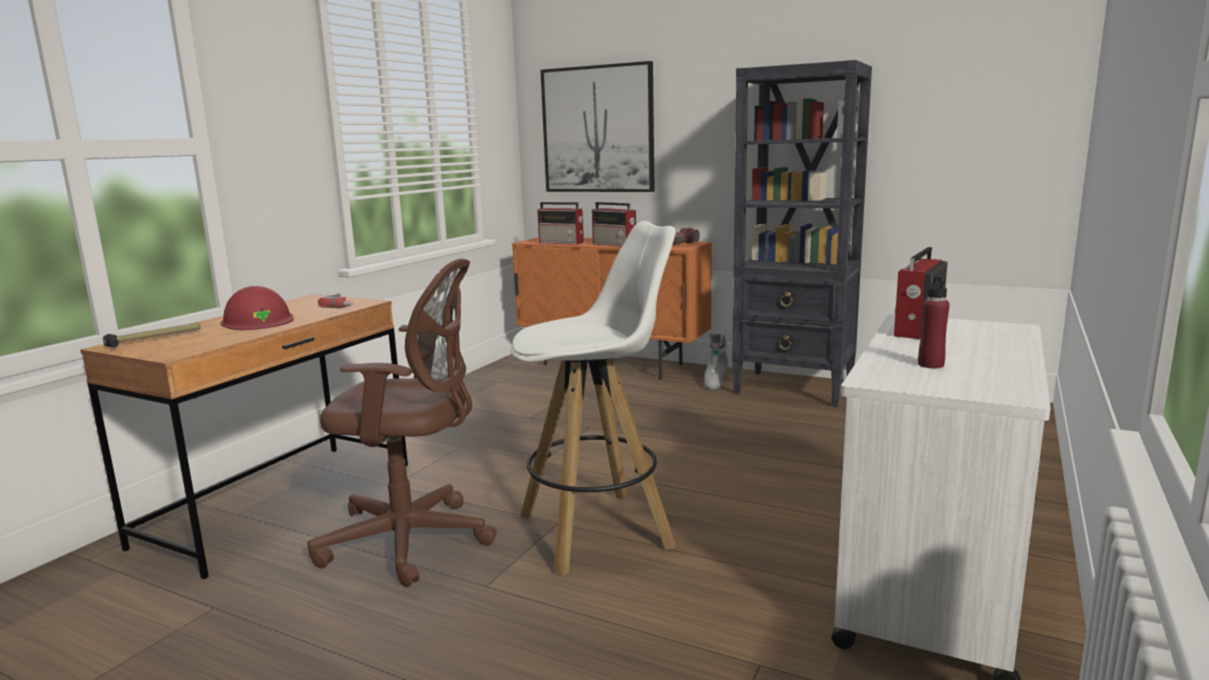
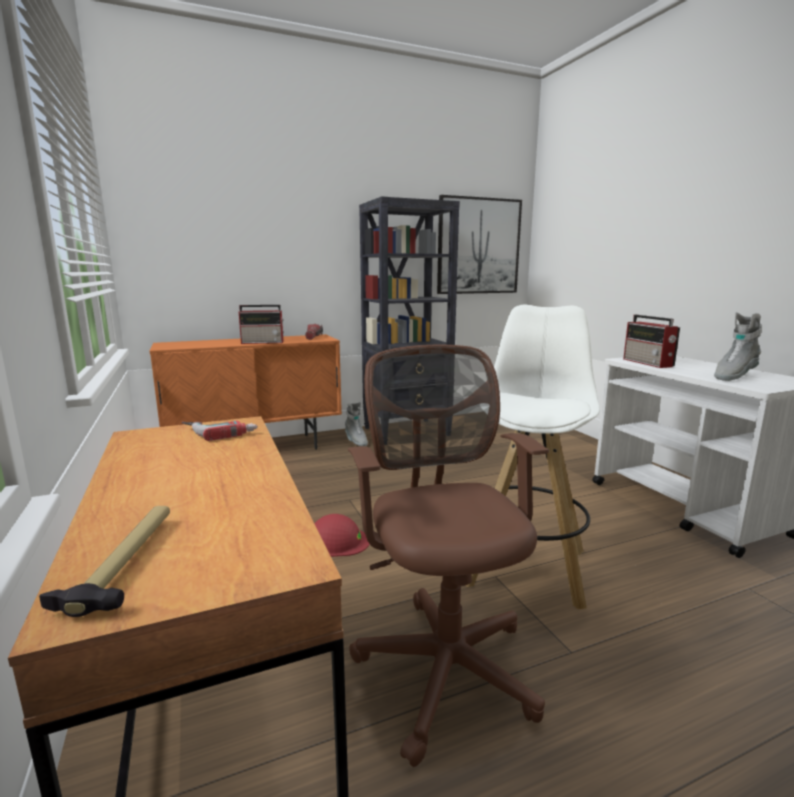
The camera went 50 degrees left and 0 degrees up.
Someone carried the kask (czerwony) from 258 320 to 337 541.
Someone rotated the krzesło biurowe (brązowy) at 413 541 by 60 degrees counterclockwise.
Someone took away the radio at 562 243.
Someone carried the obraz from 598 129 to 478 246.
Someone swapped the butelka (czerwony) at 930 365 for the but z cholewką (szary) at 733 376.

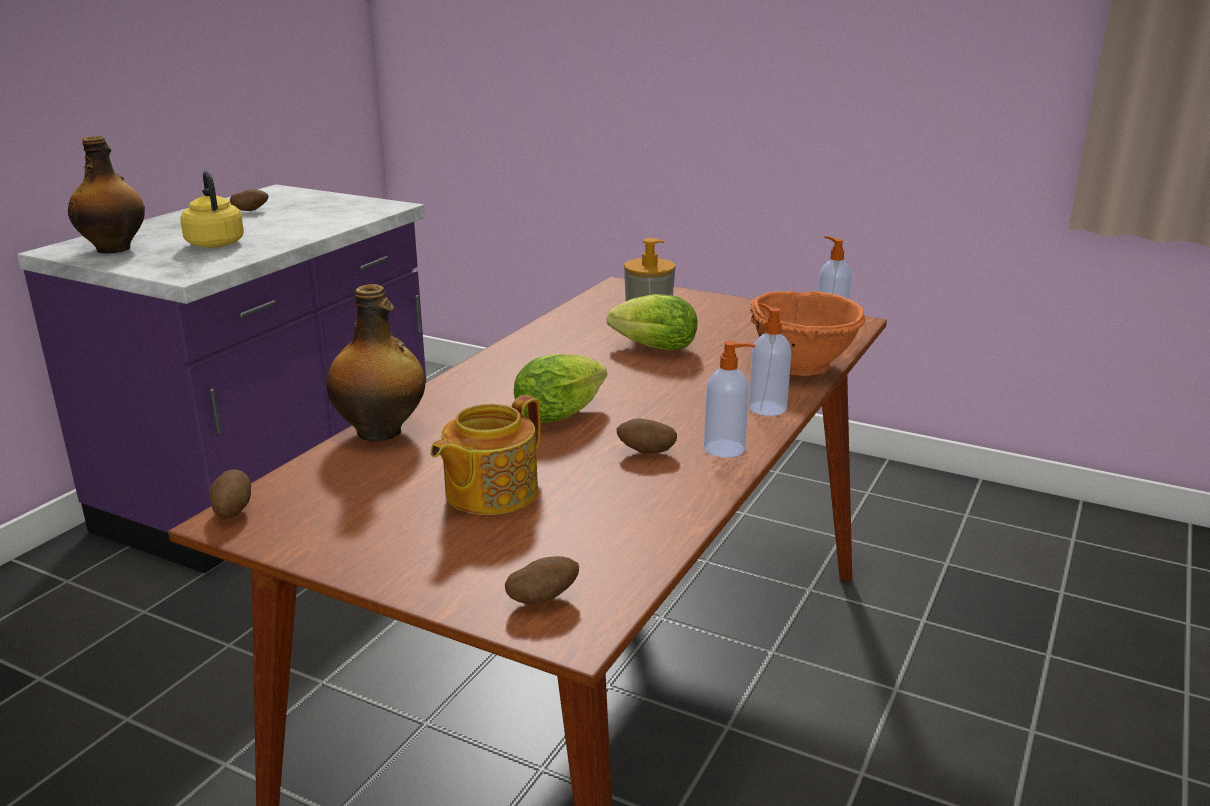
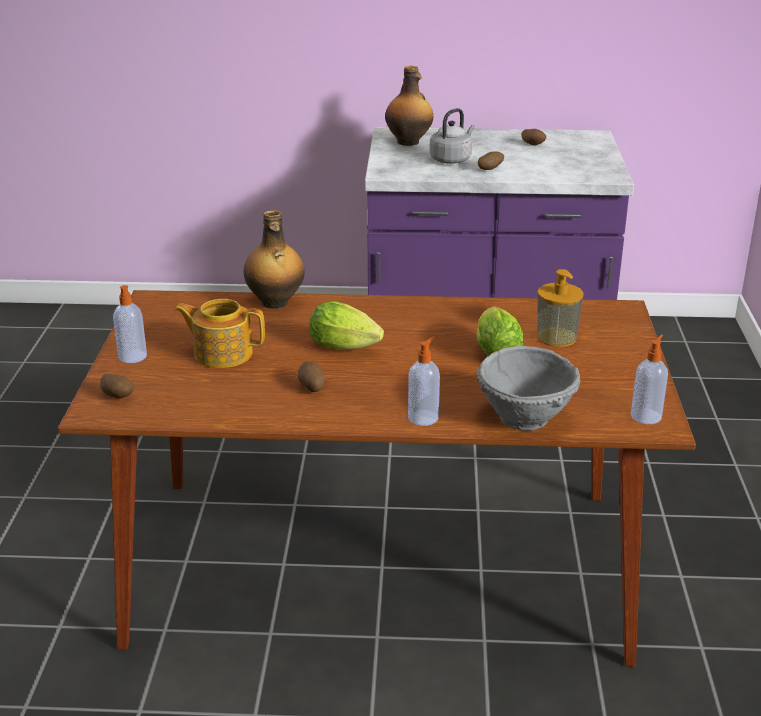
The camera went 65 degrees right and 5 degrees up.
Someone repainted the czajnik (żółty) at 215 243, which became the czajnik (szary) at 452 159.
Someone carried the ziemniak from 232 511 to 490 169.
Someone carried the dozownik mydła from 726 449 to 132 357.
Someone repainted the miska (pomarańczowy) at 803 365, which became the miska (szary) at 526 419.

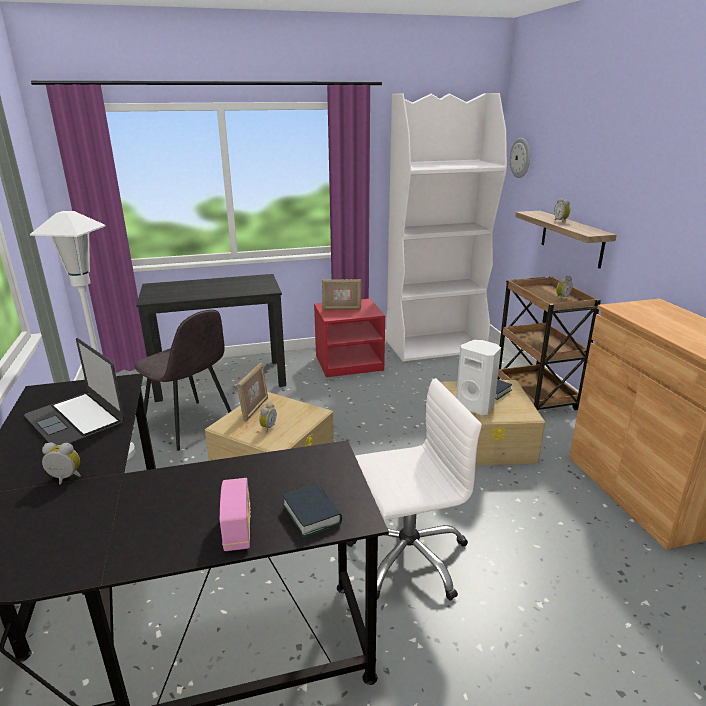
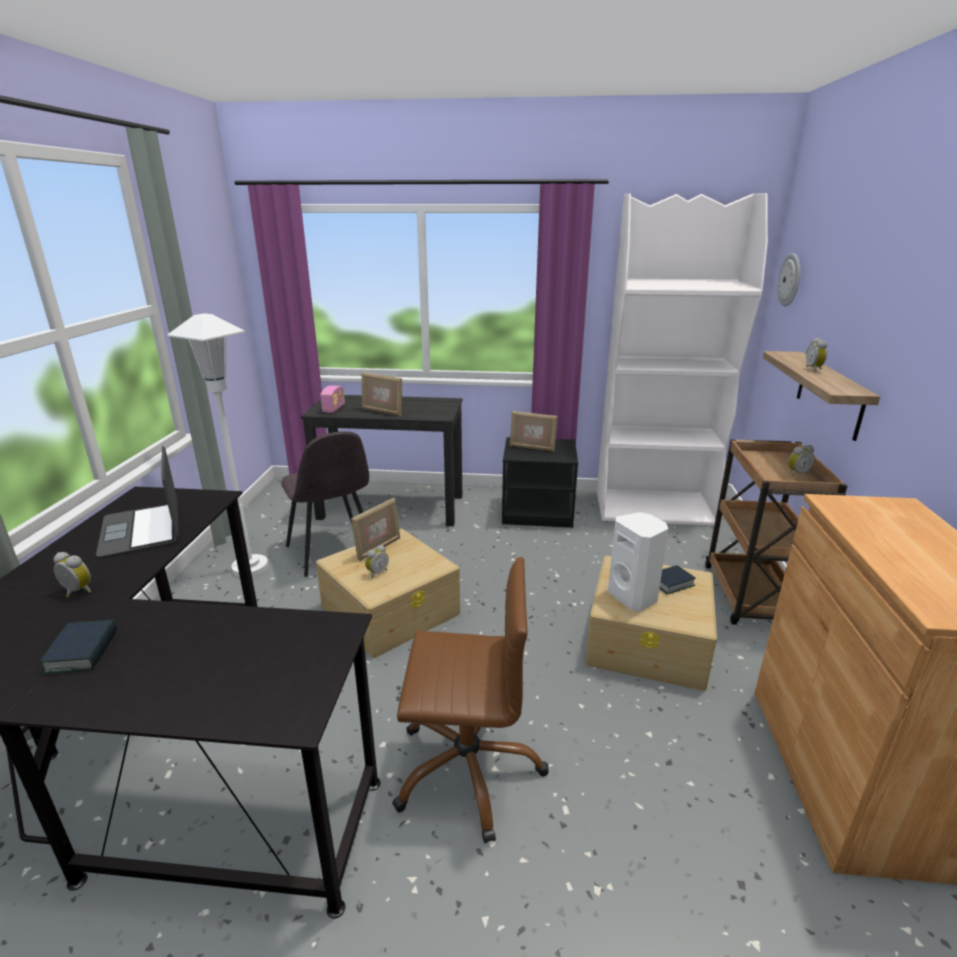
The camera went 20 degrees right and 0 degrees up.
Someone carried the radio from 238 530 to 334 409.
Someone carried the książka from 311 514 to 83 652.
Someone repainted the szafka nocna (czerwony) at 349 363, which became the szafka nocna (czarny) at 538 512.
Someone repainted the krzesło biurowe (biały) at 408 557, which became the krzesło biurowe (brązowy) at 468 768.
Someone put down the ramka na zdjęcie at 382 412.

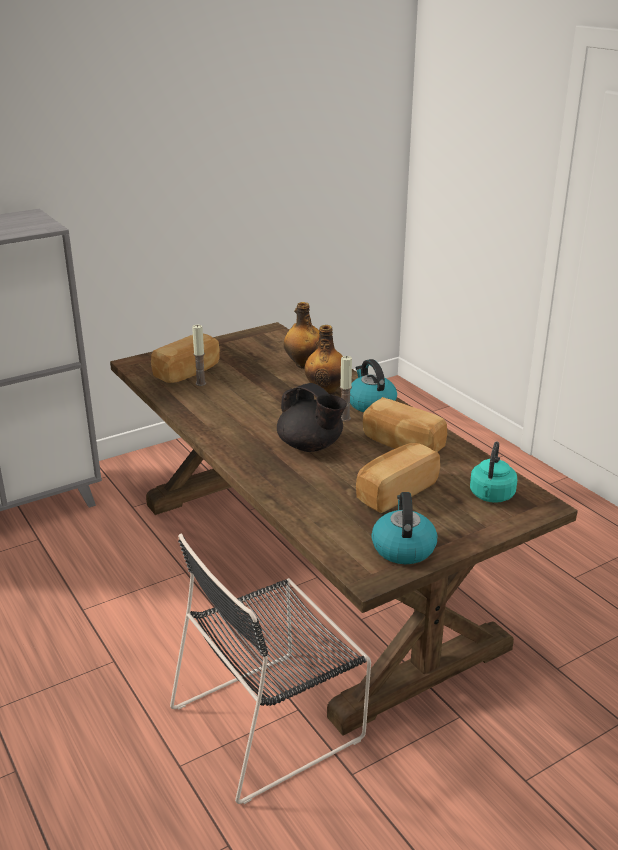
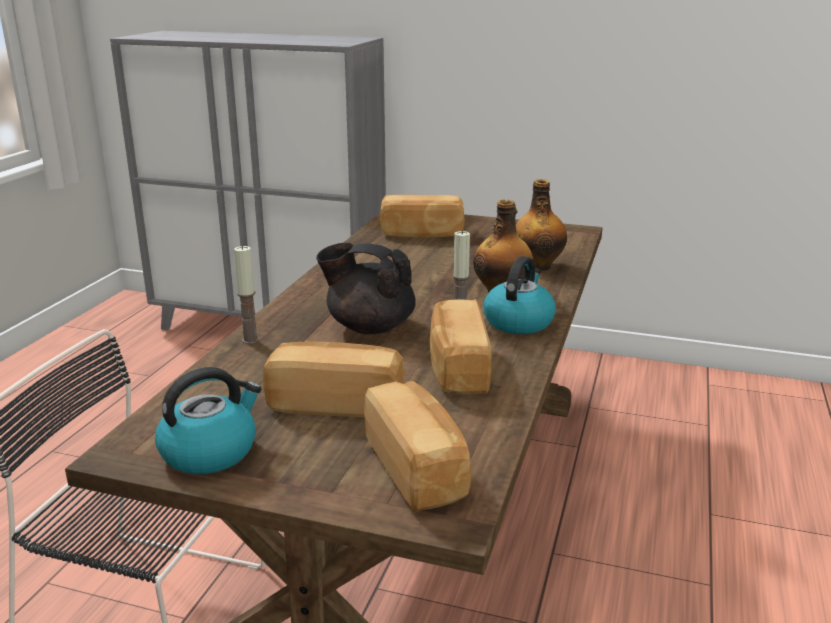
The camera went 50 degrees right and 5 degrees down.
Someone carried the świeca from 201 383 to 250 340.
Someone rotated the imbryk (czarny) at 311 446 by 105 degrees clockwise.
Someone swapped the czajnik (turkusowy) at 491 496 for the chleb at 417 469.

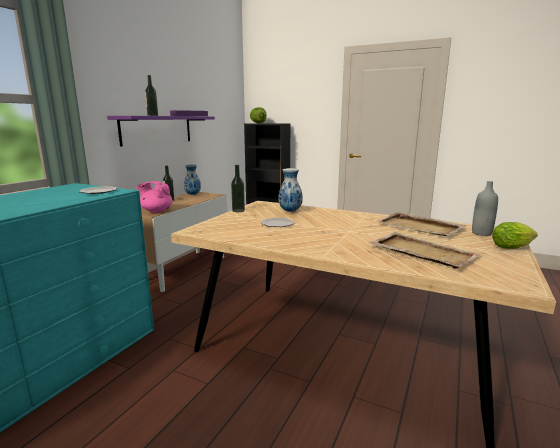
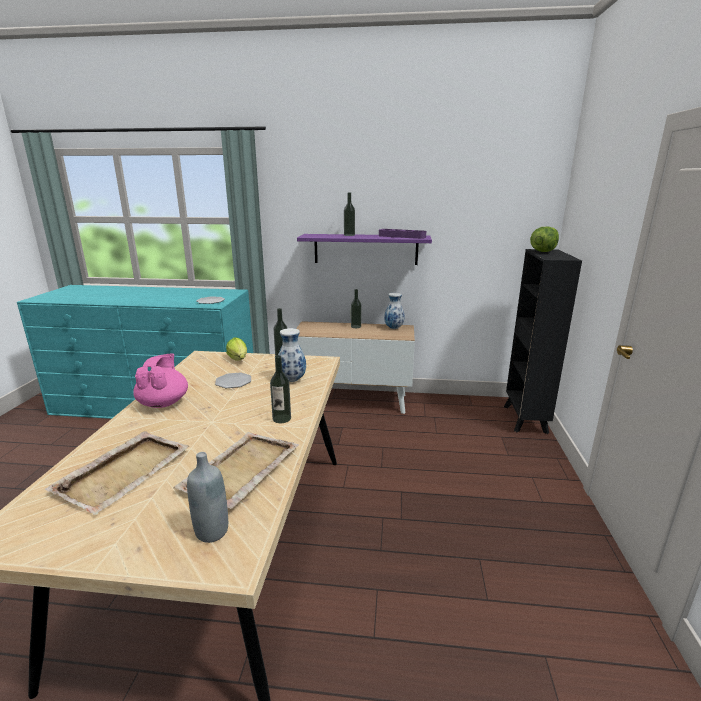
The camera went 70 degrees right and 5 degrees up.
Someone carried the imbryk (różowy) from 156 211 to 164 403.
Someone carried the sałata from 513 247 to 239 360.
Someone put down the butelka at 281 418.

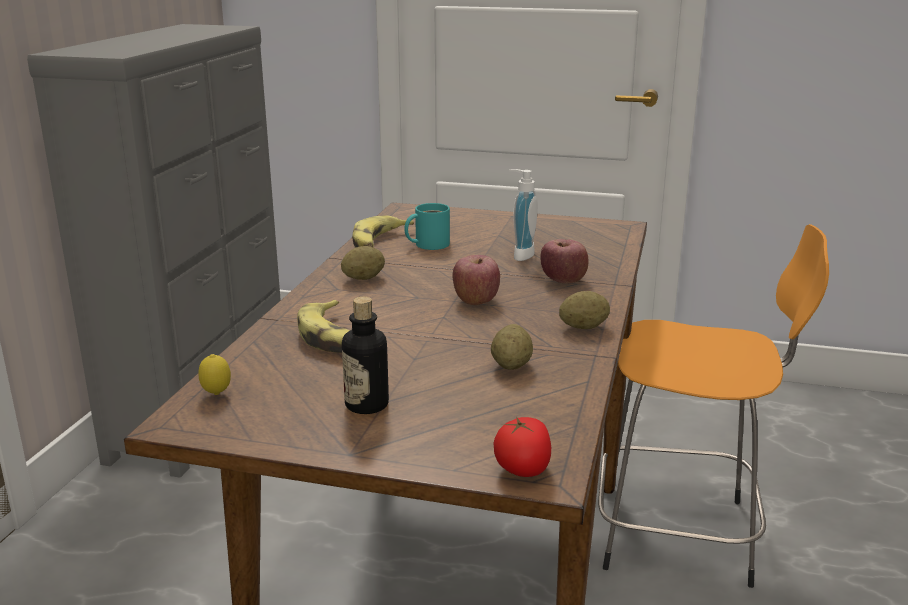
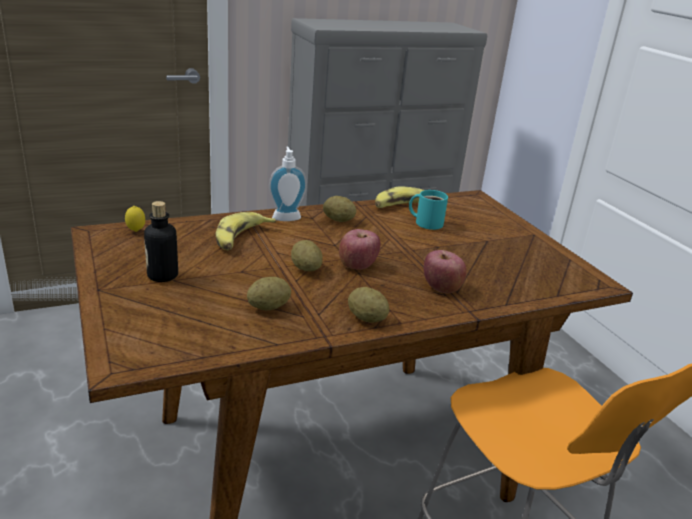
The camera went 50 degrees right and 5 degrees up.
Someone took away the pomidor at 523 469.
Someone carried the dozownik mydła from 520 255 to 286 216.
Someone put down the ziemniak at 306 268.

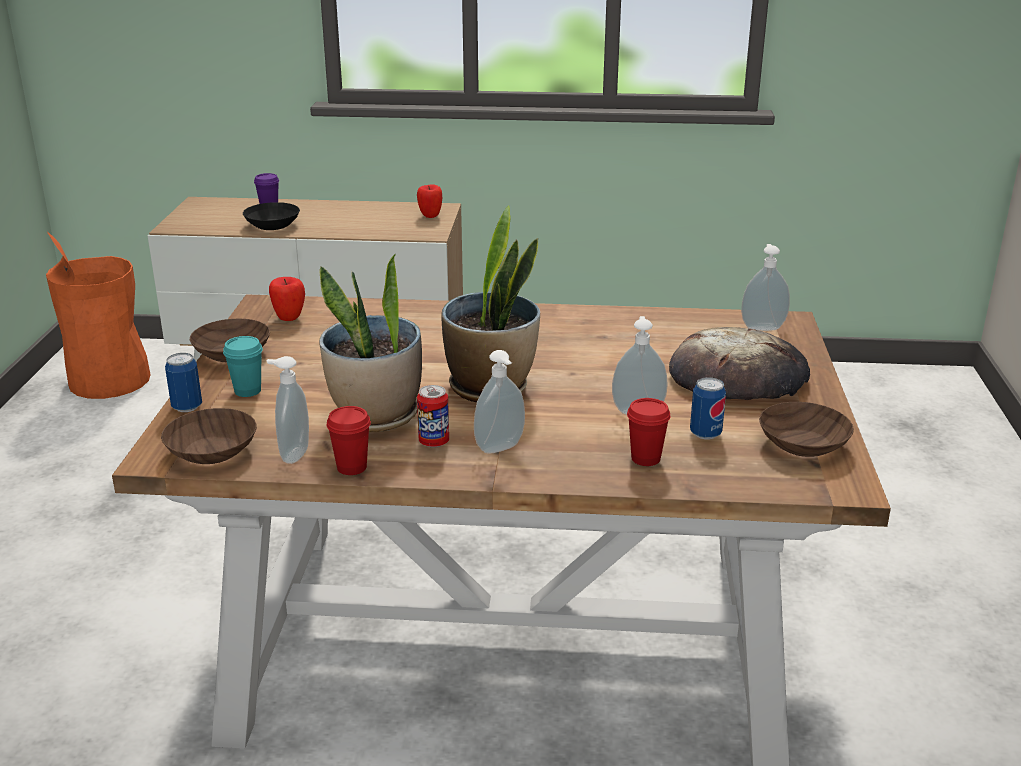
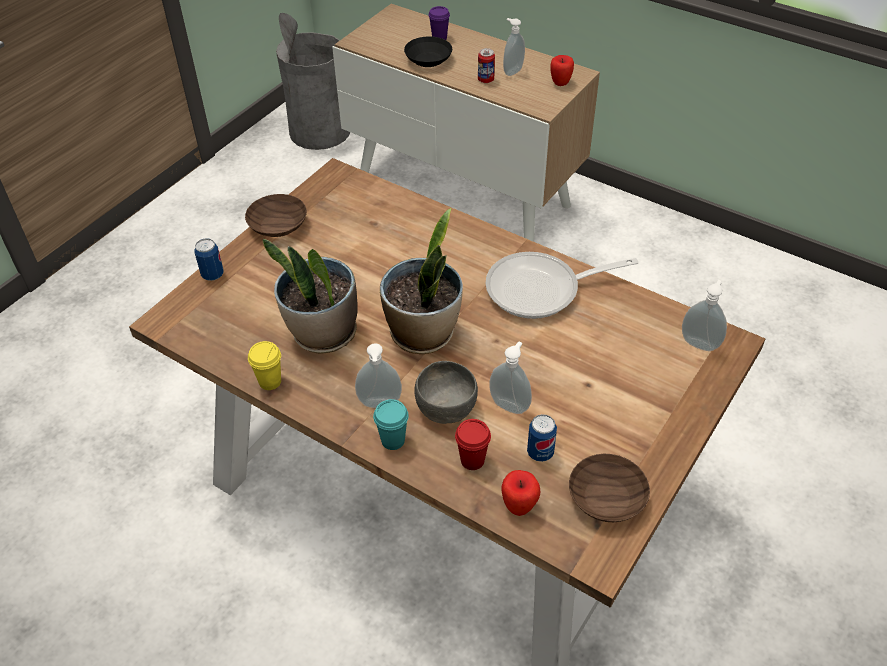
The camera went 30 degrees right and 20 degrees up.
Someone repainted the kosz na śmieci (pomarańczowy) at 109 380, which became the kosz na śmieci (szary) at 320 131.
Someone took away the miska (brązowy) at 211 450.
Someone carried the filiżanka (turkusowy) from 247 391 to 393 440.
Someone carried the dozownik mydła from 292 454 to 512 71.
Someone carried the jabłko from 289 318 to 519 507.
Someone repainted the filiżanka (czerwony) at 352 467, which became the filiżanka (żółty) at 270 381.
Someone carried the puszka from 434 442 to 485 80.
Someone took away the chleb at 739 376.
Someone put down the miska (szary) at 446 407.
Someone put down the patelnia at 541 290.

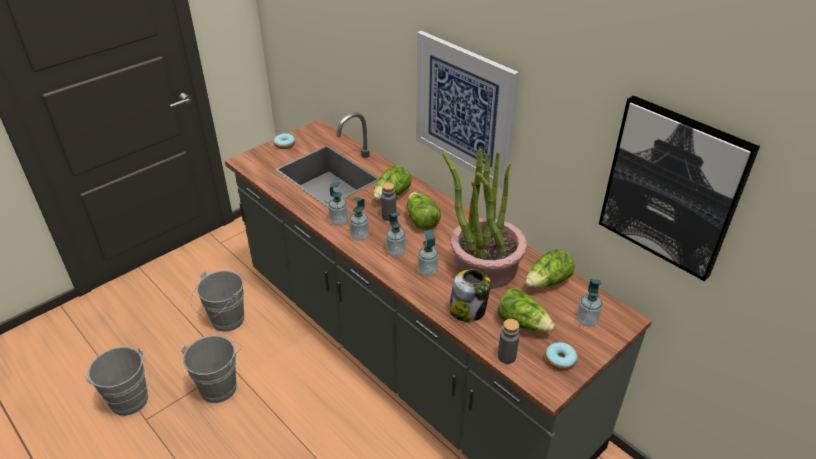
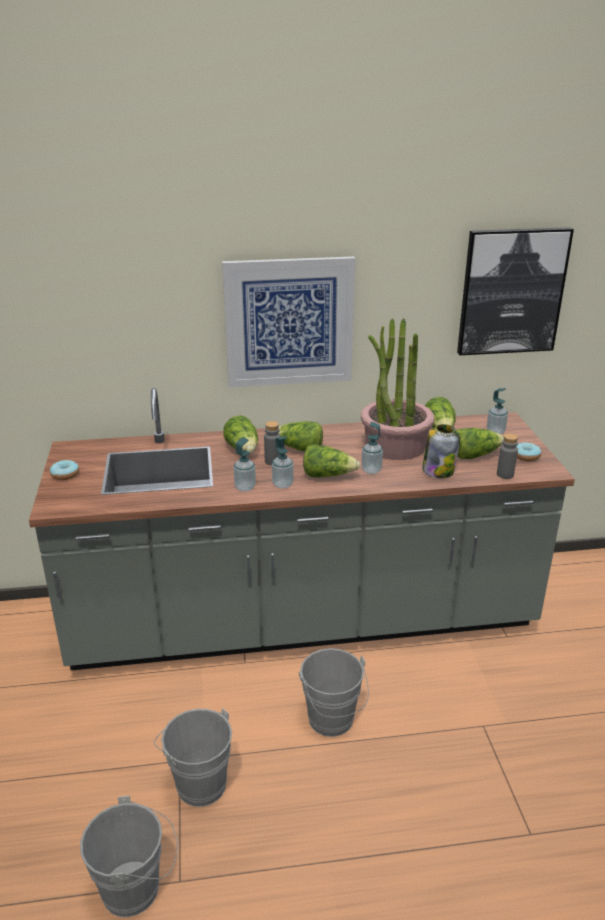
The camera went 55 degrees left and 10 degrees down.
Someone carried the wiadro (szary) from 225 322 to 332 723.
Someone swapped the dozownik mydła at 396 252 for the sałata at 328 475.

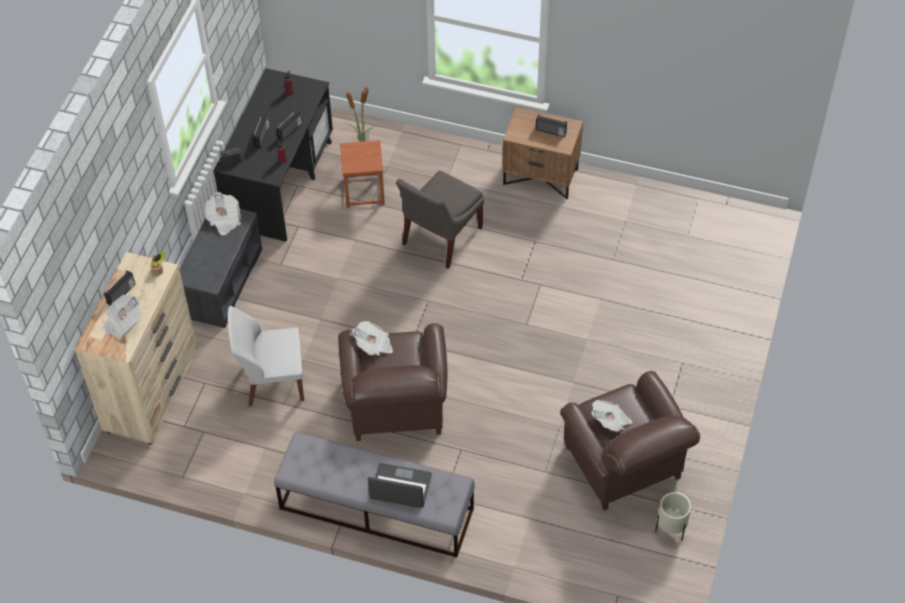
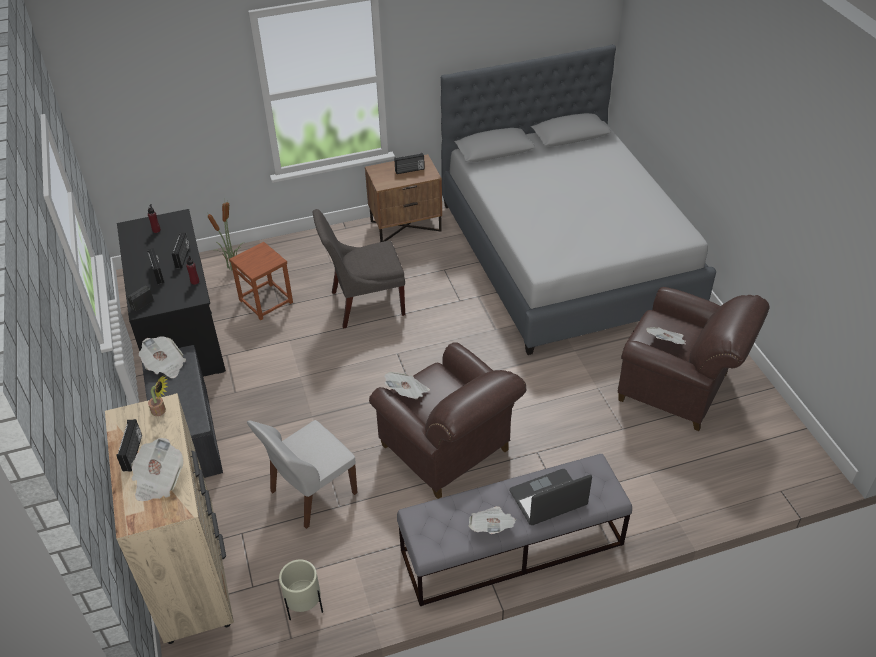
The camera went 35 degrees left and 10 degrees down.
Someone rotated the krzesło (szary) at 439 238 by 75 degrees clockwise.
Someone carried the donica (beżowy) from 670 529 to 304 607.
Someone put down the łóżko (szary) at 565 254.
Someone put down the gazeta at 491 527.

